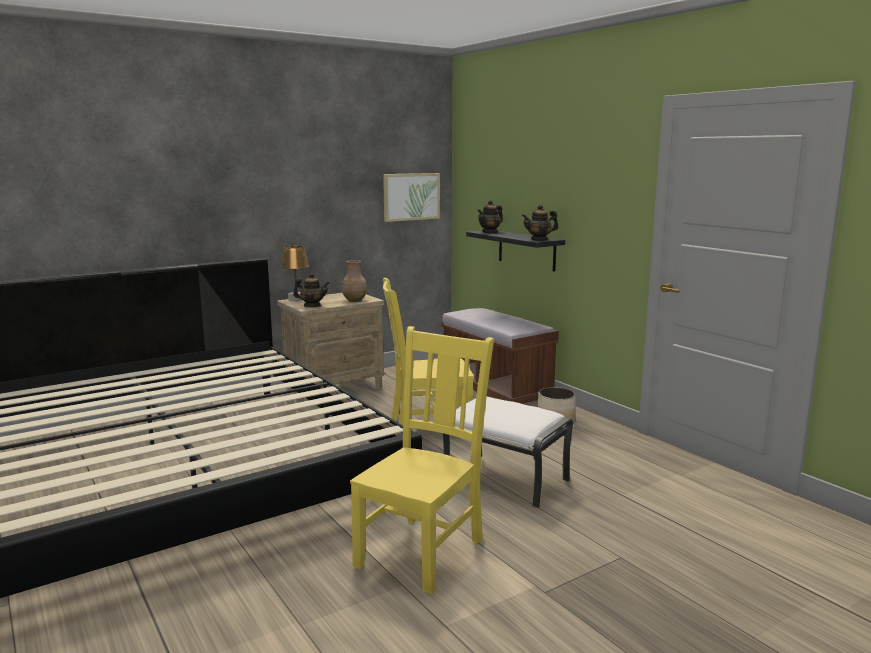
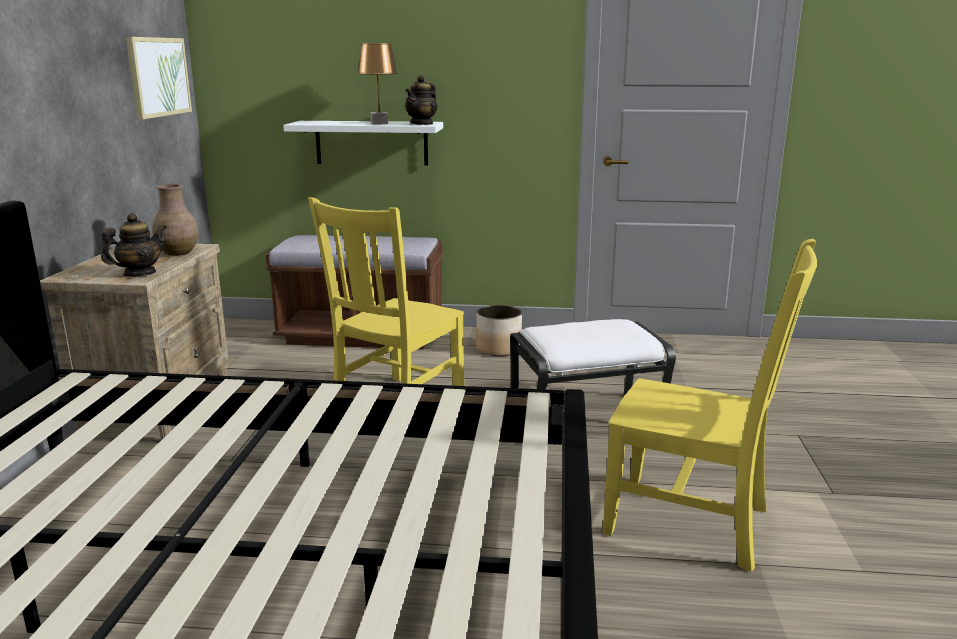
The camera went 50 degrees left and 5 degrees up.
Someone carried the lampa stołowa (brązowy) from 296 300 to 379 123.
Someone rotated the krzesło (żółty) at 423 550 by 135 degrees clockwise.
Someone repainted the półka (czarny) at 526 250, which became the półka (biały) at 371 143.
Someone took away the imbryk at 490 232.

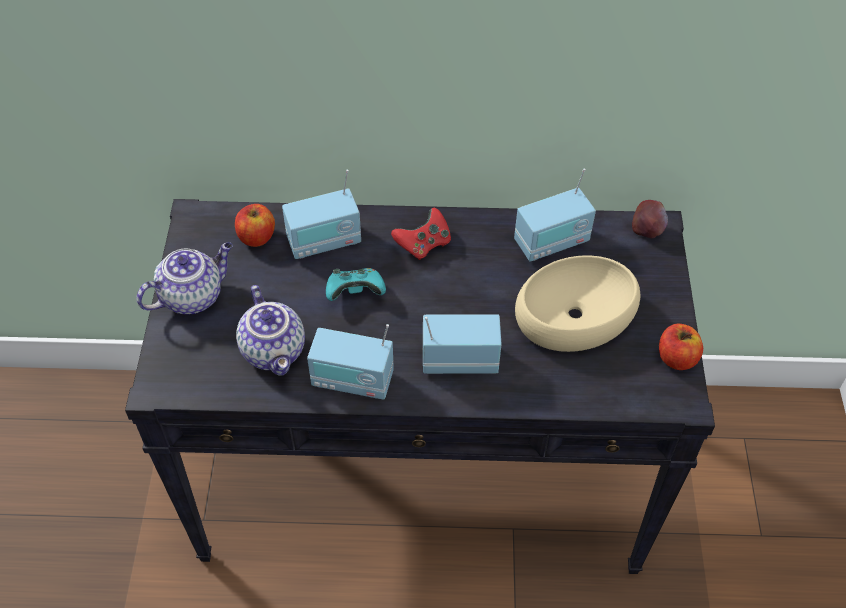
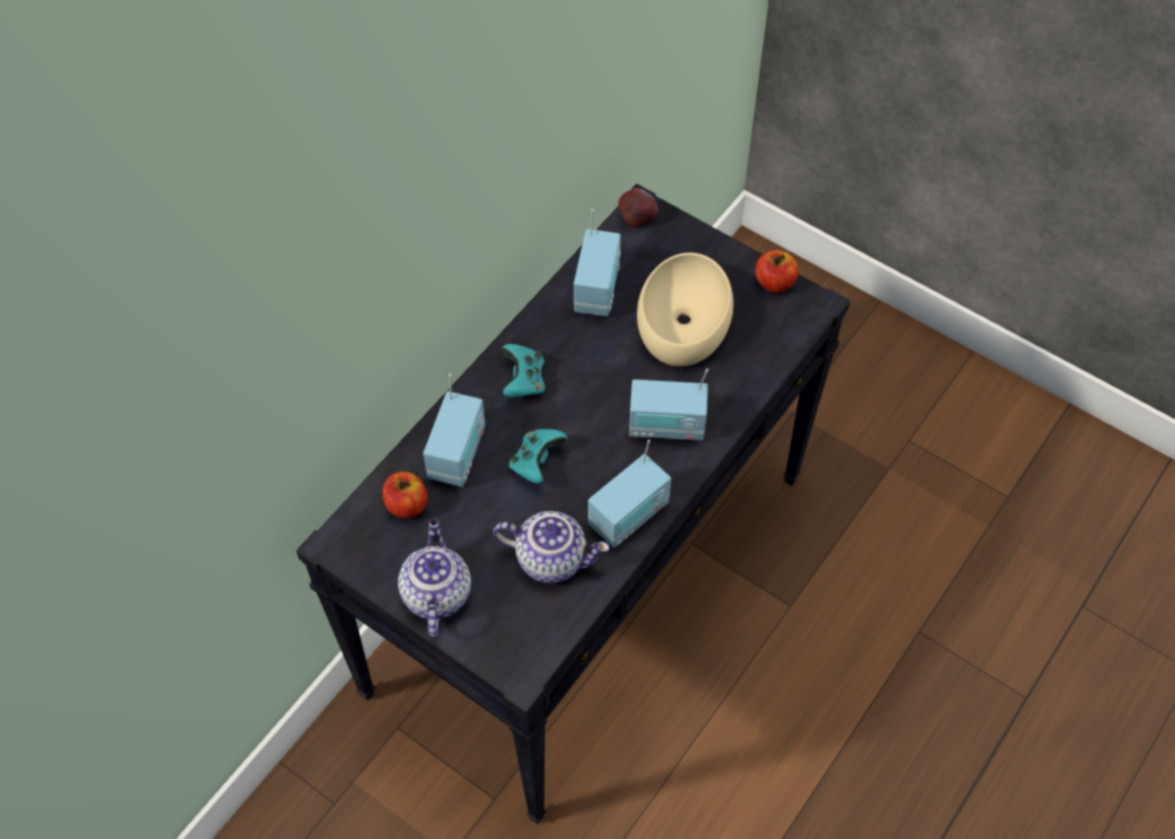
The camera went 55 degrees left and 5 degrees up.
Someone repainted the pad do gier (czerwony) at 423 244, which became the pad do gier (turkusowy) at 524 381.
Someone rotated the radio at 460 360 by 120 degrees counterclockwise.

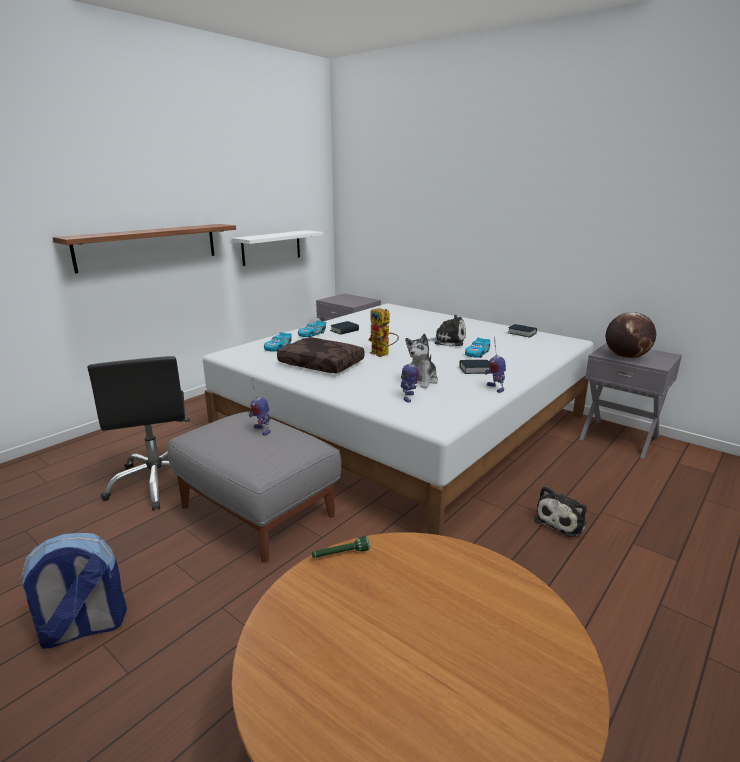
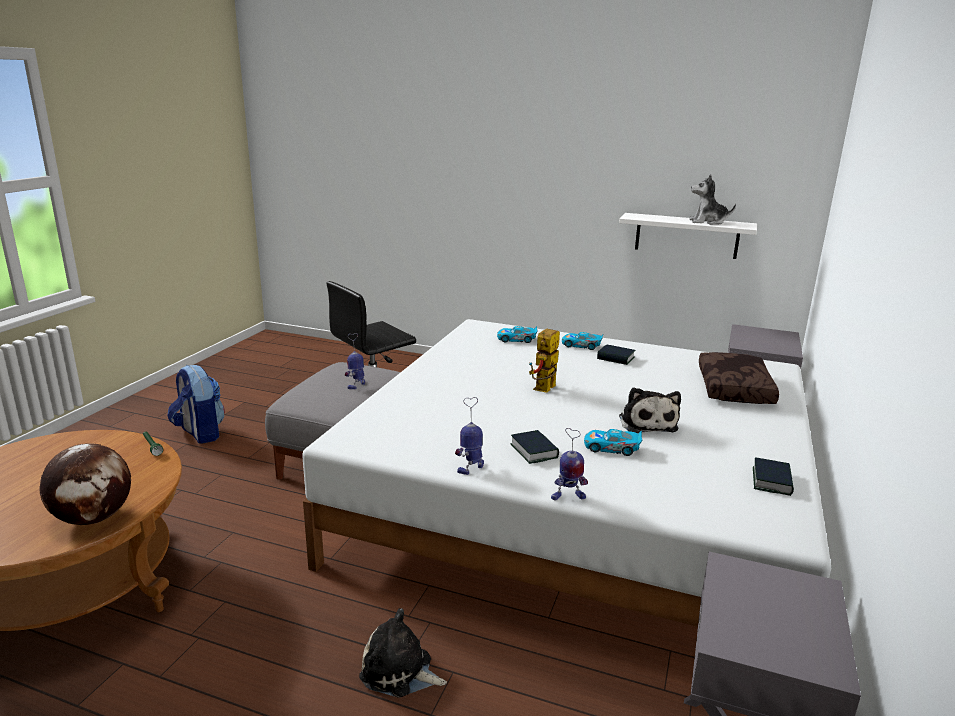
The camera went 70 degrees right and 0 degrees up.
Someone took away the półka at 148 246.
Someone carried the poduszka (brązowy) from 322 364 to 736 389.
Someone carried the robot zabawkowy from 408 397 to 567 497.
Someone carried the pluszak from 421 381 to 708 222.
Someone carried the globus from 626 357 to 94 518.

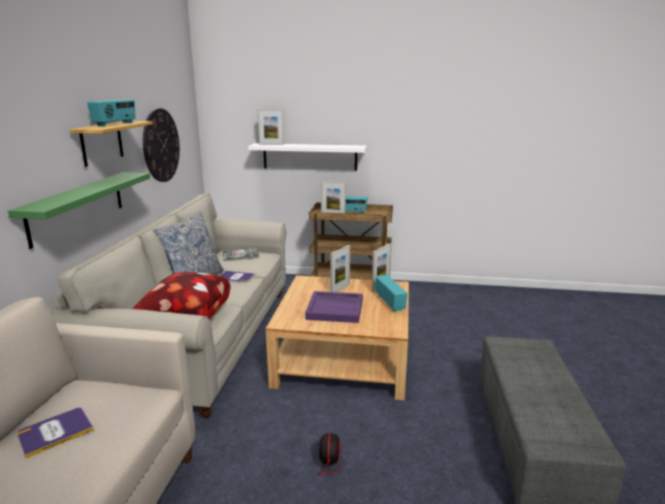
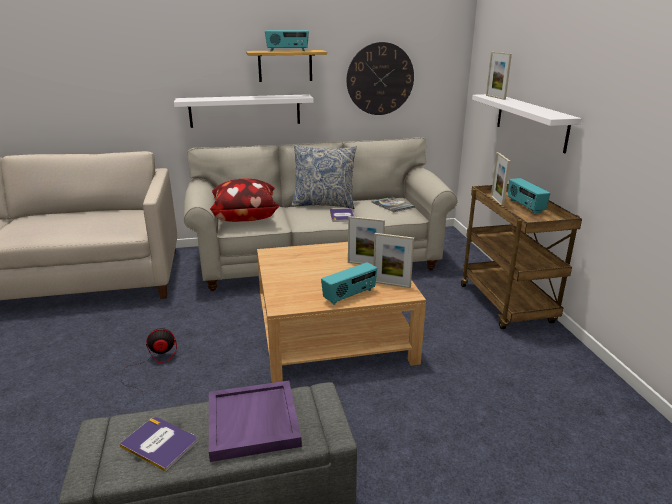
The camera went 70 degrees right and 5 degrees up.
Someone repainted the półka (zielony) at 78 207, which became the półka (biały) at 245 111.
Someone carried the książka from 55 432 to 160 443.
Someone carried the taca (fioletowy) from 335 309 to 254 422.

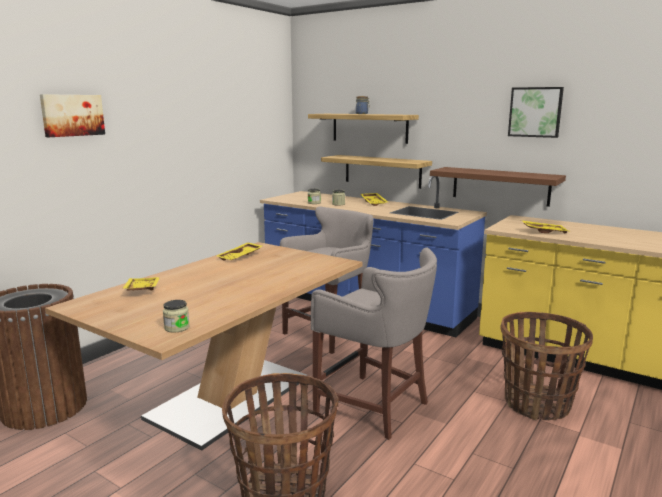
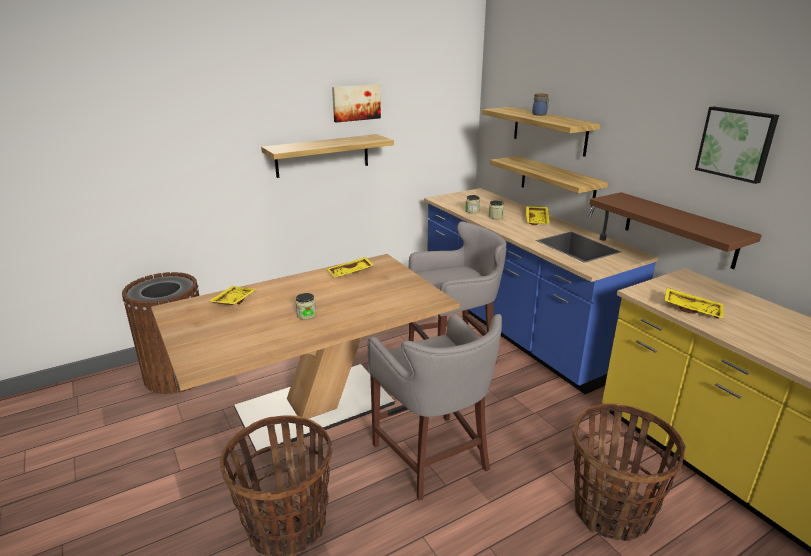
The camera went 25 degrees right and 10 degrees up.
Someone carried the obraz from 72 115 to 356 102.
Someone carried the słoik from 177 327 to 306 315.
Someone put up the półka at 322 155.

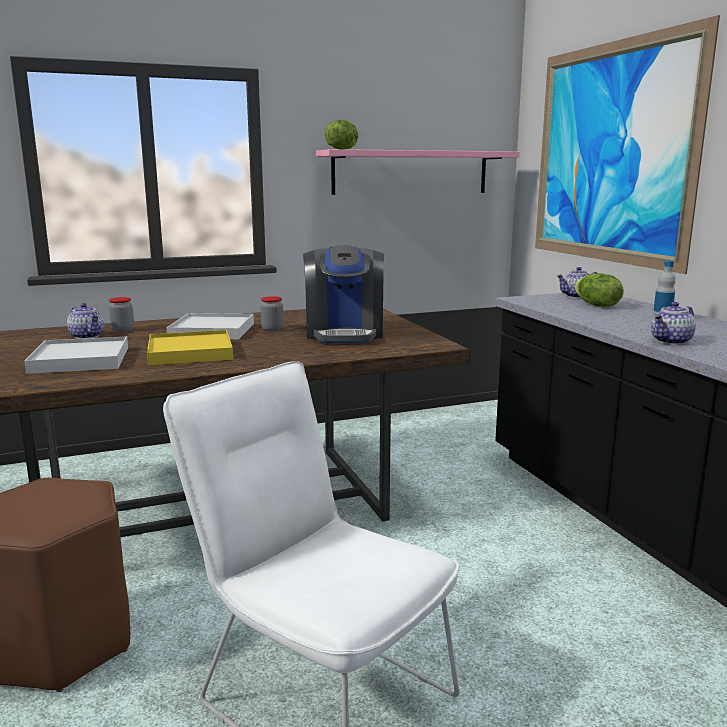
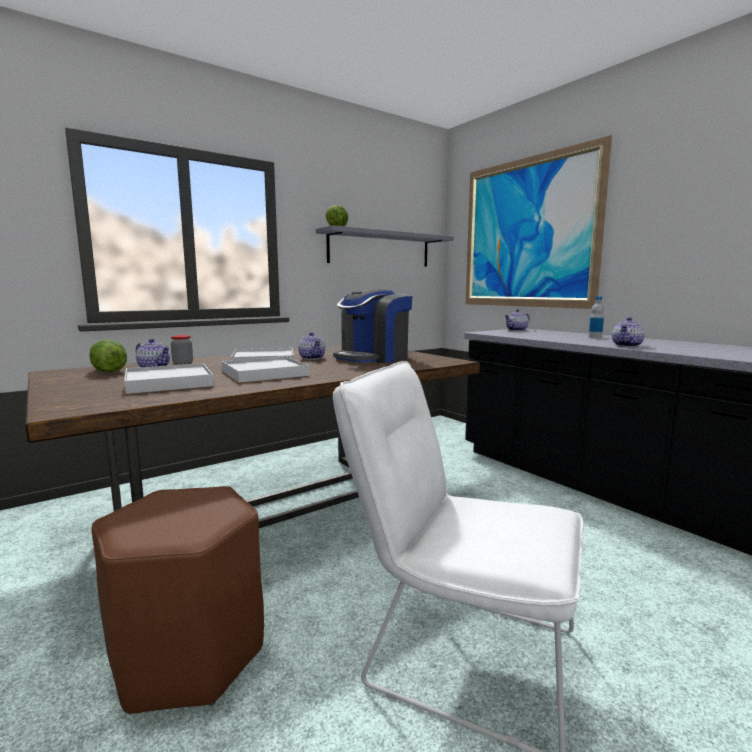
The camera went 15 degrees left and 5 degrees down.
Someone repainted the taca (żółty) at 190 352, which became the taca (biały) at 264 373.
Someone swapped the słoik at 272 329 for the imbryk at 312 358.
Someone rotated the ekspres do kawy at 344 333 by 60 degrees clockwise.
Someone repainted the półka (różowy) at 411 172, which became the półka (szary) at 380 249.
Someone carried the sałata from 596 305 to 108 371.

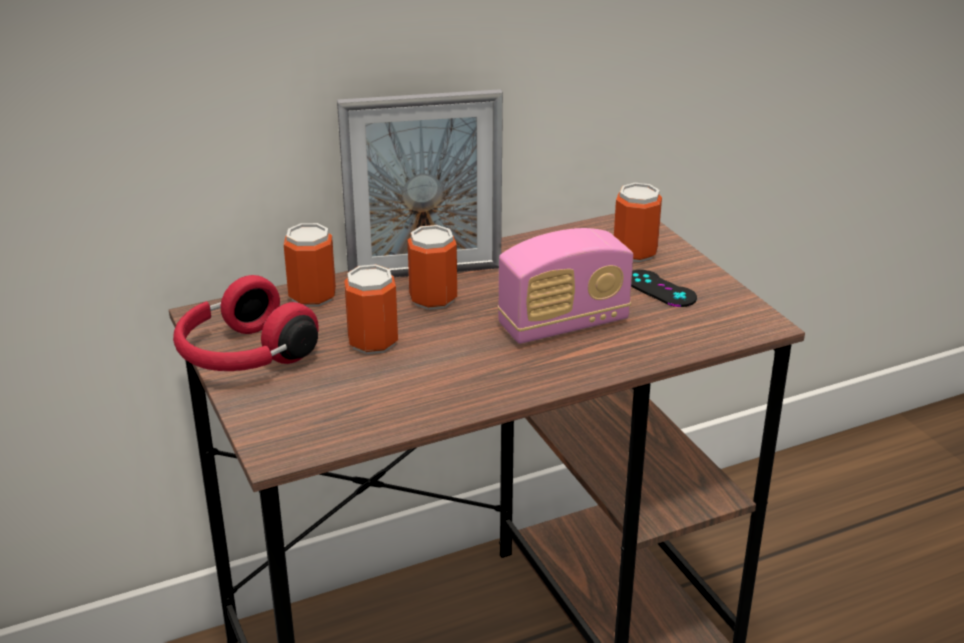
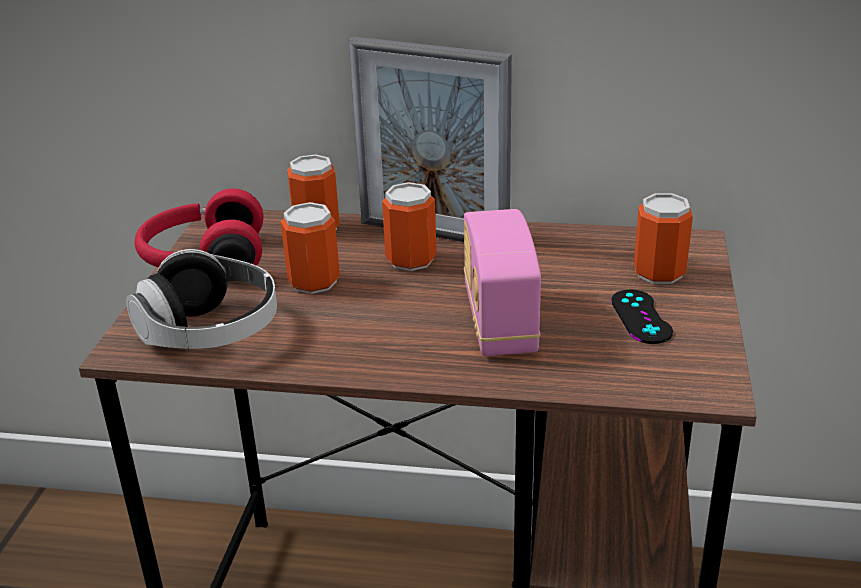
The camera went 35 degrees right and 0 degrees up.
Someone rotated the radio at 563 324 by 75 degrees clockwise.
Someone put down the słuchawki at 210 331.

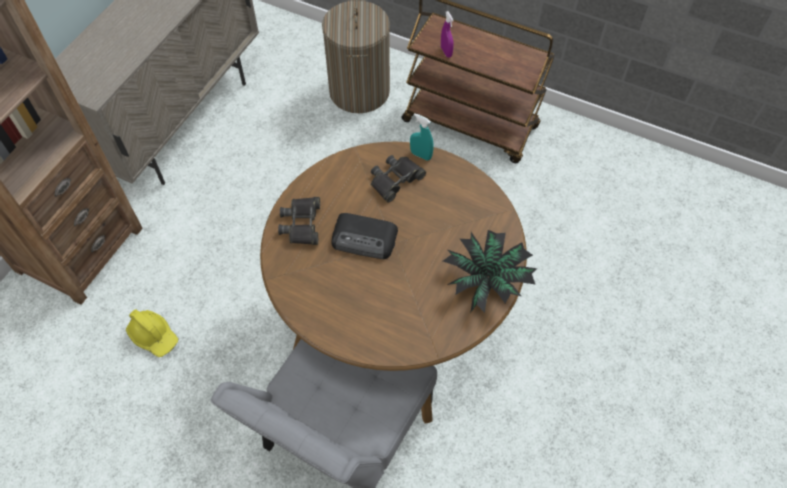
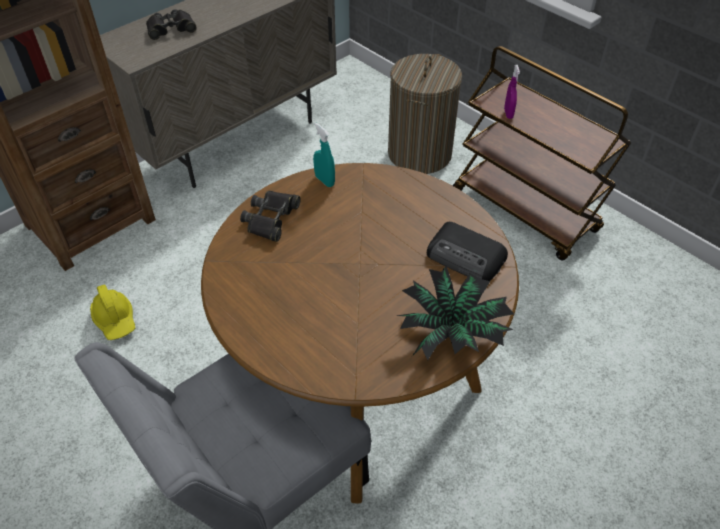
The camera went 20 degrees right and 10 degrees down.
Someone carried the radio from 365 239 to 466 257.
Someone carried the lornetka (czarny) from 395 180 to 171 29.
Someone carried the spryskiwacz (turkusowy) from 421 155 to 324 181.

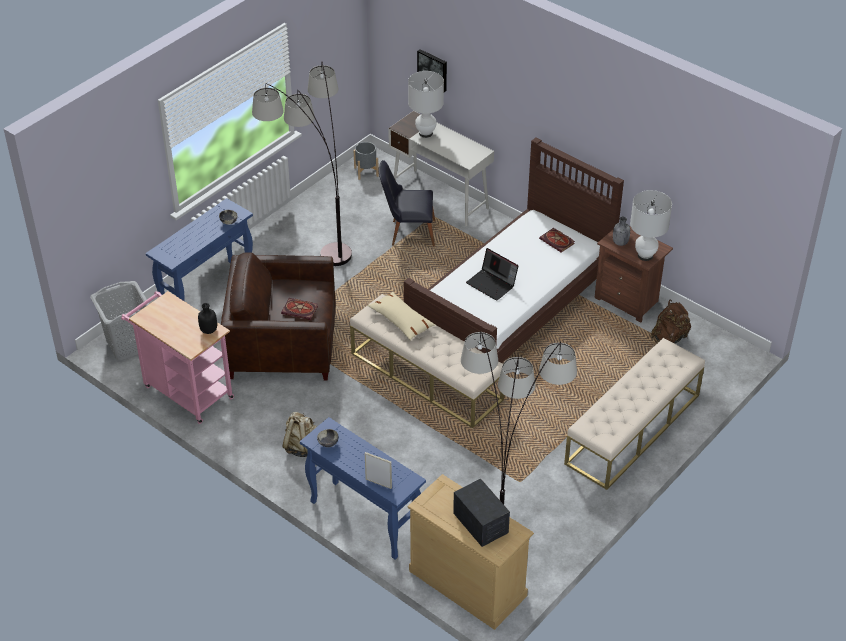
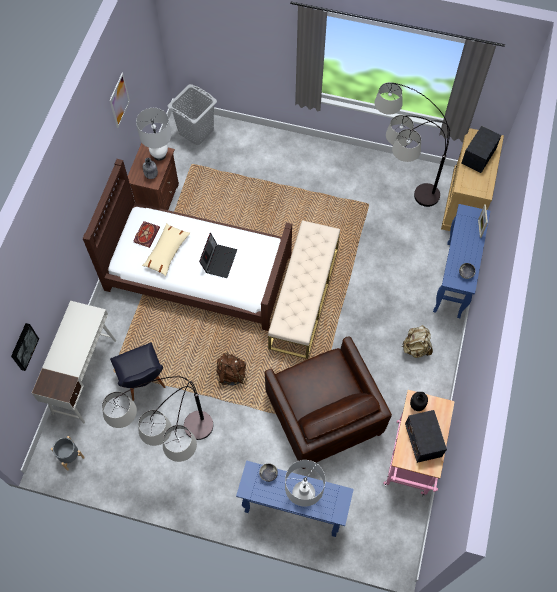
The camera went 115 degrees left and 20 degrees up.
Someone carried the kosz na pranie (szary) from 128 344 to 195 131.
Someone took away the książka at 300 310.
Someone carried the poduszka (beżowy) from 401 321 to 166 252.
Someone carried the lampa stołowa (biały) from 425 133 to 303 496.
Someone took away the ławka (beżowy) at 633 429.
Someone carried the plecak (brązowy) from 669 337 to 231 374.
Someone put up the obraz at 119 100.
Someone put down the radio at 423 439.

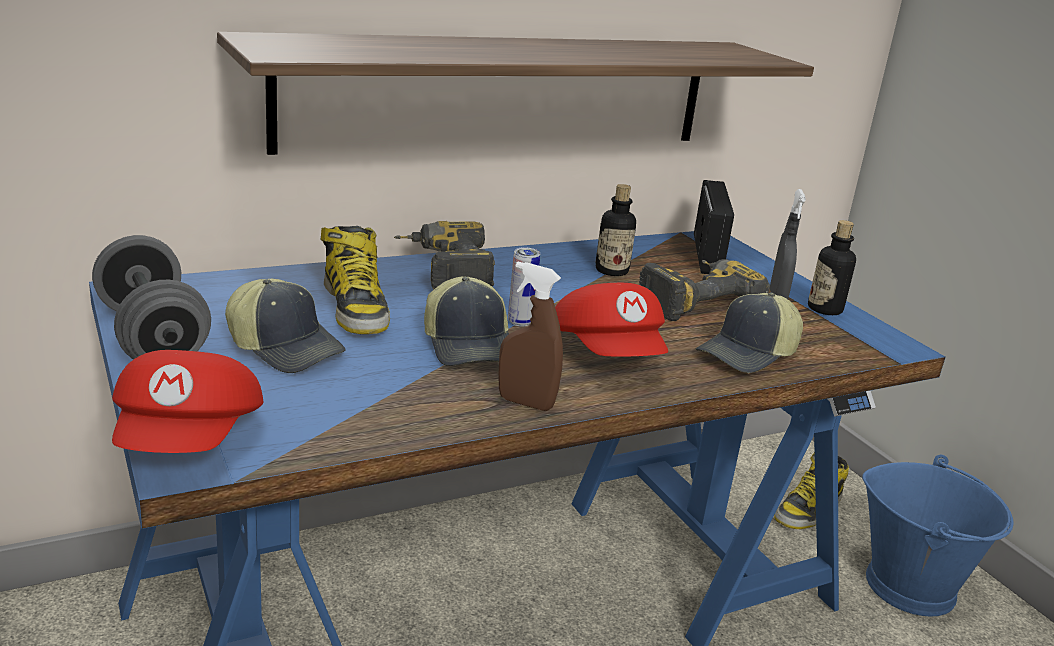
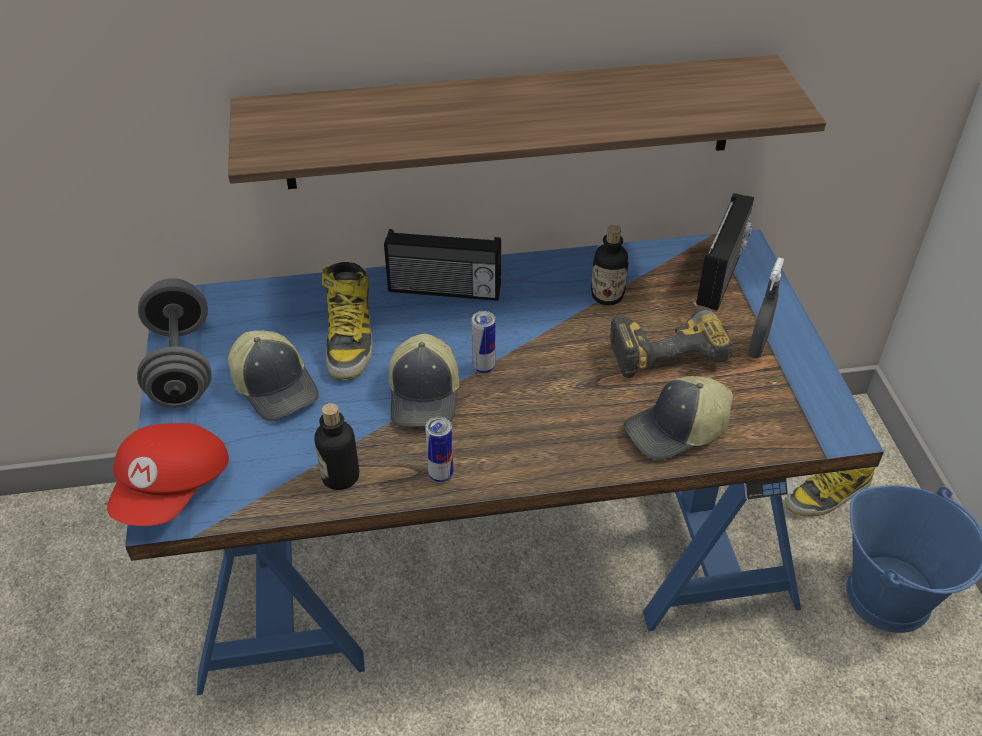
The camera went 20 degrees right and 20 degrees up.
Someone swapped the wiertarka at 442 272 for the radio at 444 290.
Someone swapped the spryskiwacz (brązowy) at 525 403 for the puszka at 441 475.
Someone took away the czapka z daszkiem (czerwony) at 609 355.
Someone carried the butelka from 824 309 to 340 476.

